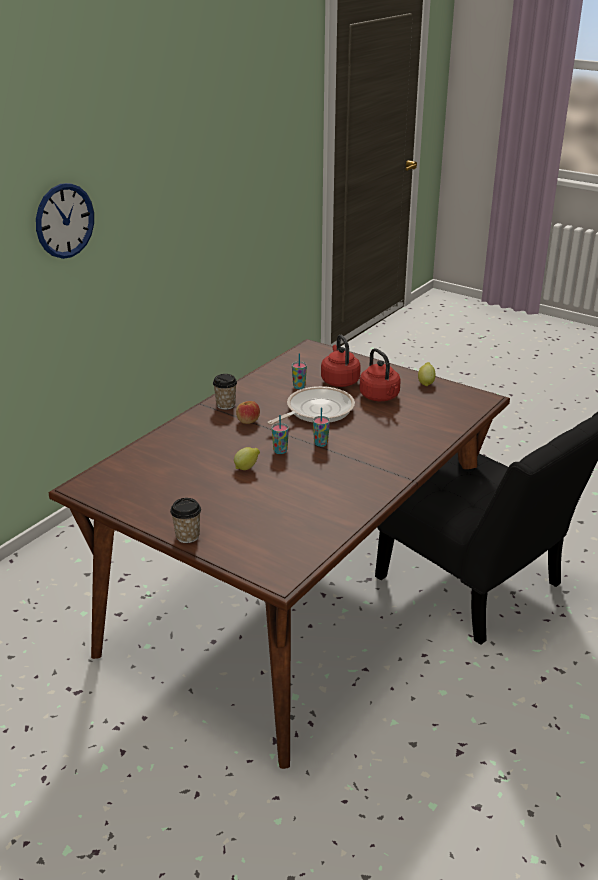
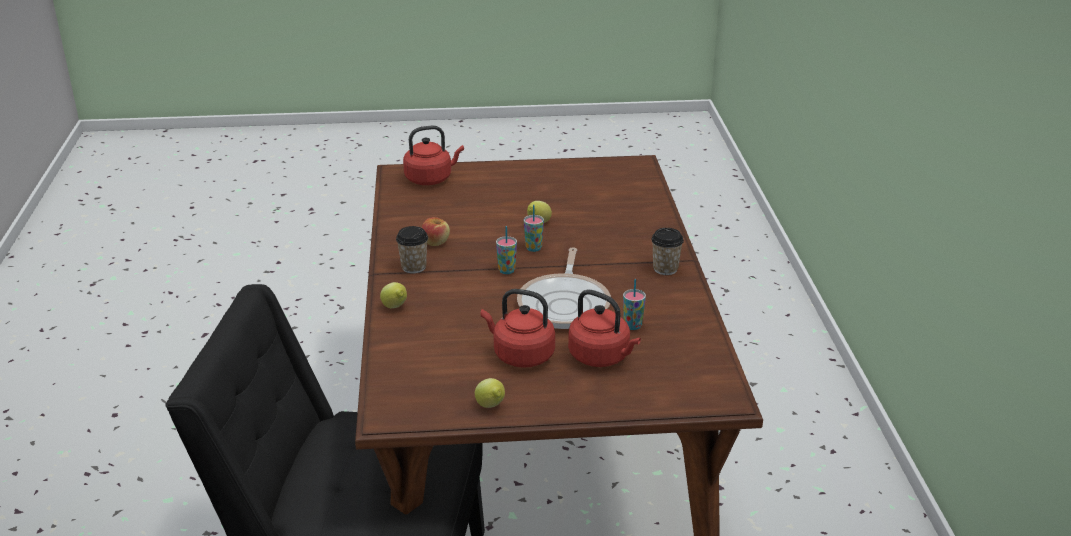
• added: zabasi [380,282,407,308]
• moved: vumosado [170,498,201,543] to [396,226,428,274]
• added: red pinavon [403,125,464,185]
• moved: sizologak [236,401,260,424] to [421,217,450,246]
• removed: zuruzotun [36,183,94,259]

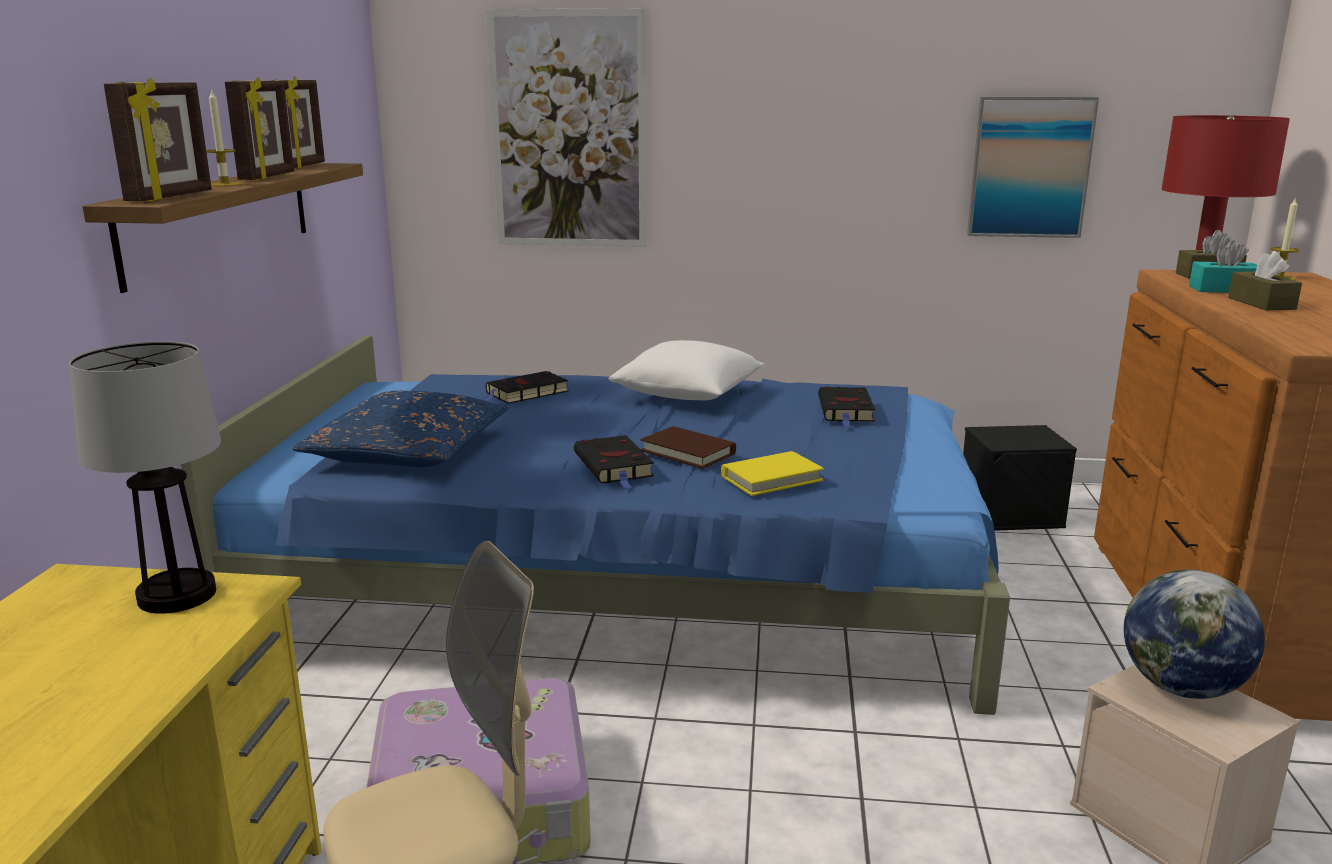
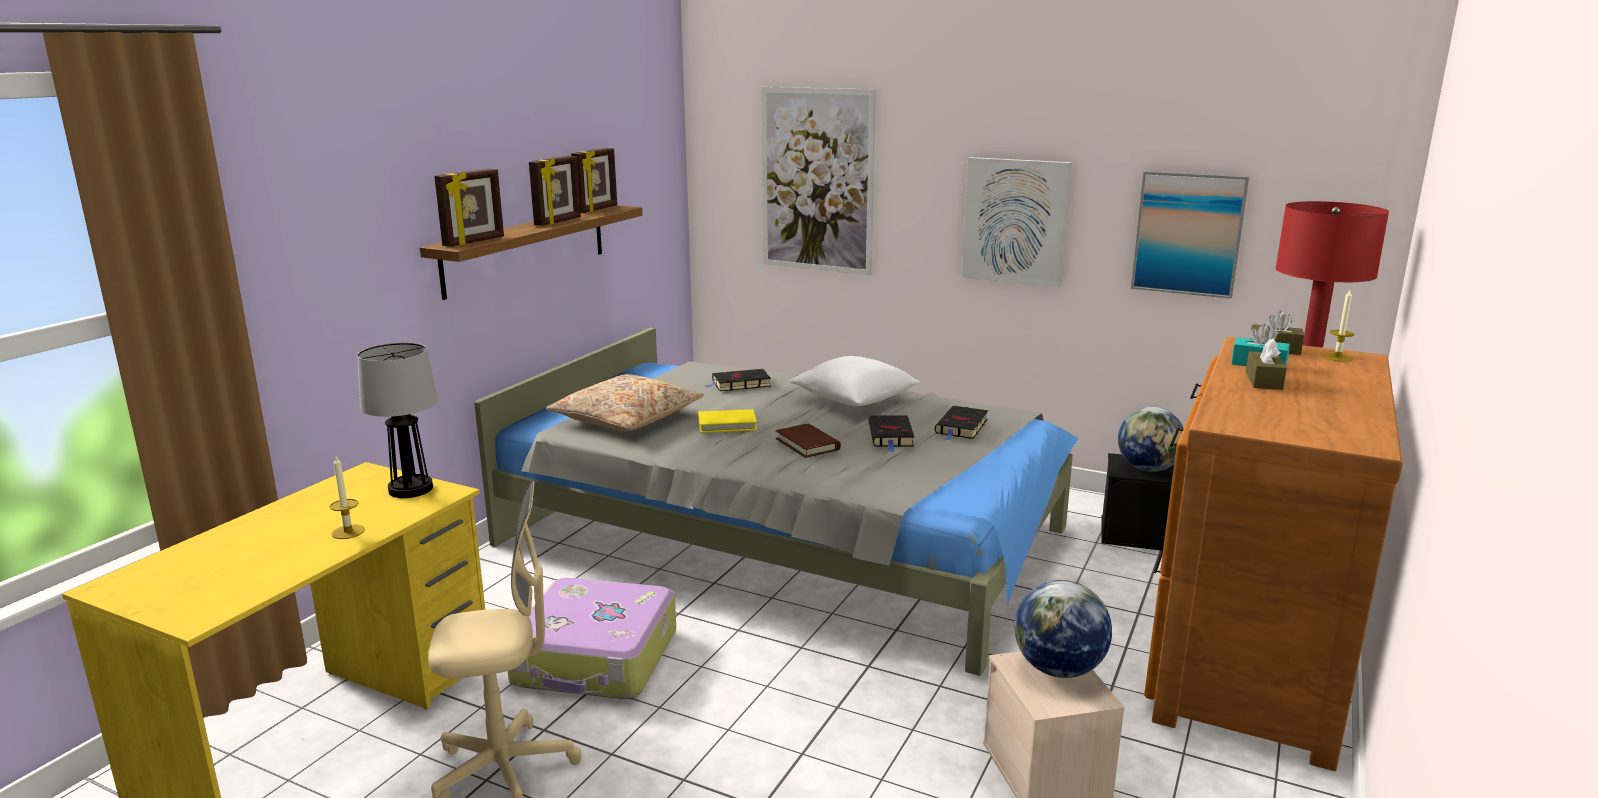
• moved: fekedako [206,88,243,187] to [330,456,365,539]
• recoloured: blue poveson [181,335,1010,715] to grey poveson [474,328,1079,676]
• recoloured: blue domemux [292,391,509,467] to beige domemux [546,374,704,431]
• moved: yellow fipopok [721,451,824,496] to [698,409,757,433]
• moved: black fipopok [574,435,654,488] to [869,415,914,452]
• added: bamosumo [962,157,1072,287]
• added: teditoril [1118,407,1184,472]

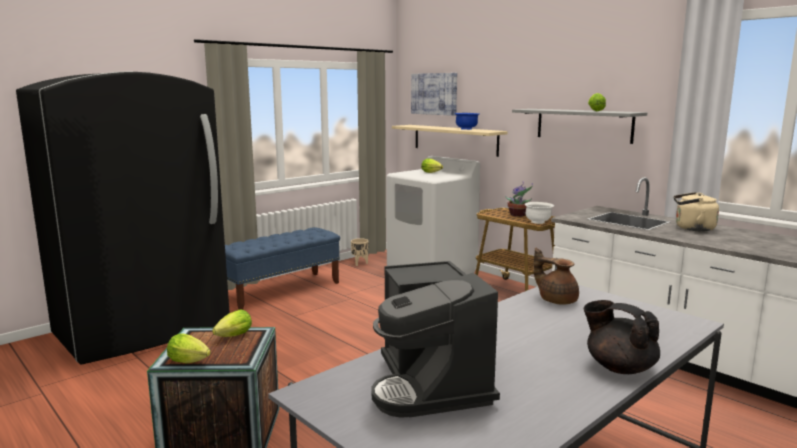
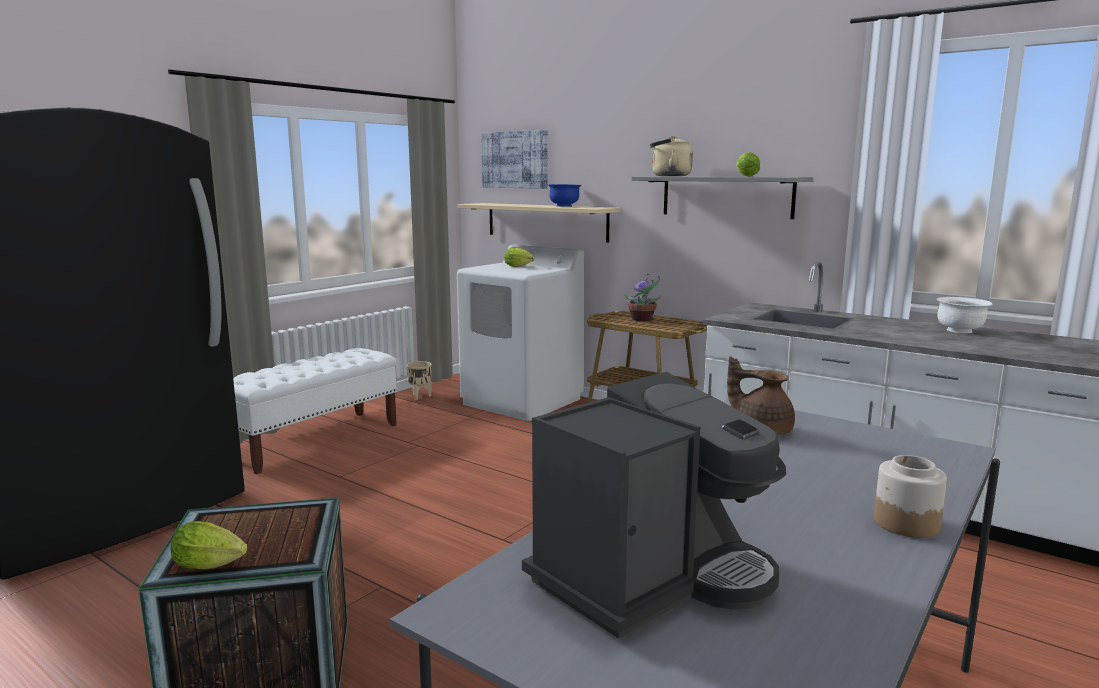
• recoloured: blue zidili [225,227,340,310] to white zidili [233,348,397,474]
• turned: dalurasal [371,261,500,418] = [522,372,786,639] 105 degrees counterclockwise
• moved: beige pinavon [673,192,719,231] to [650,136,693,176]
• replaced: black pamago [583,300,660,374] to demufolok [874,455,947,538]
• moved: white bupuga [525,202,554,224] to [936,297,992,333]
• removed: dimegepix [212,309,252,337]

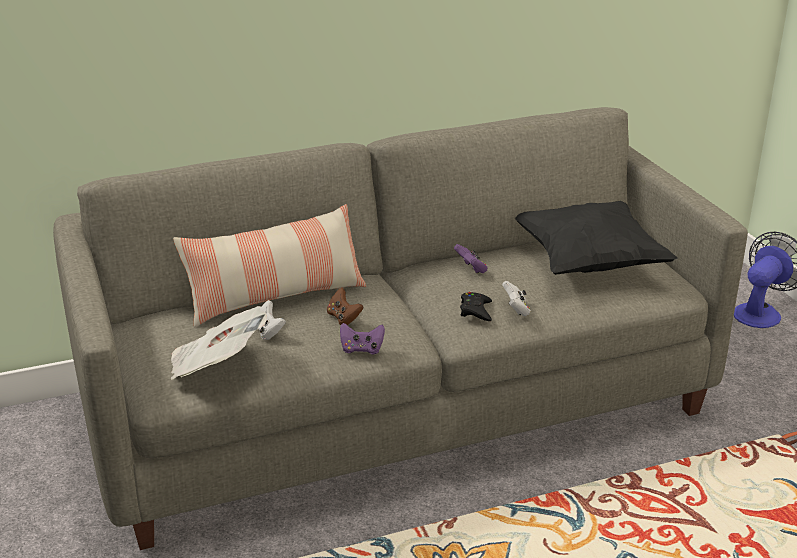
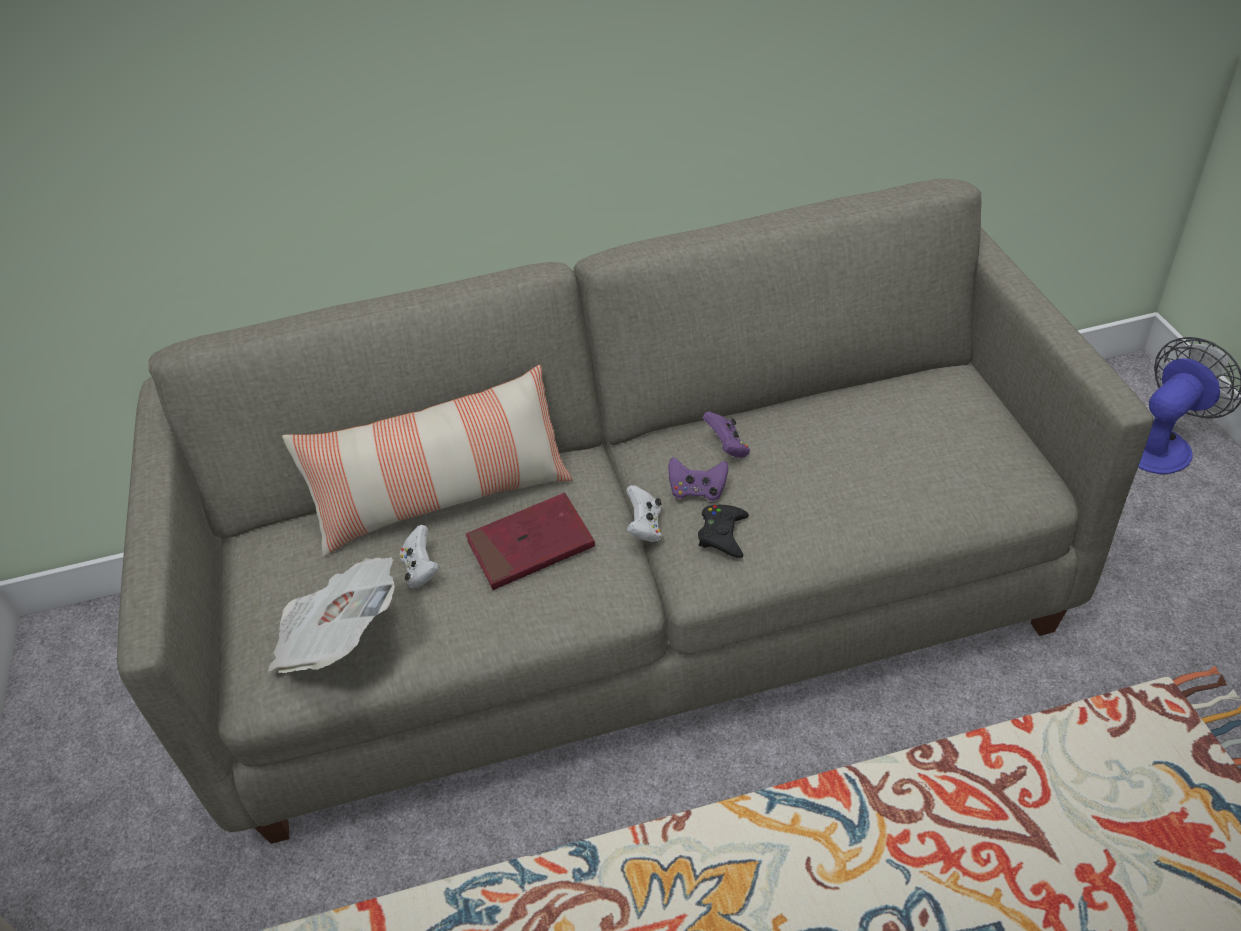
• replaced: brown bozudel [327,288,363,325] to red fipopok [466,493,595,590]
• moved: white bozudel [502,281,531,316] to [626,485,662,542]
• moved: purple bozudel [340,323,385,354] to [668,457,728,501]
• removed: black domemux [515,201,678,275]

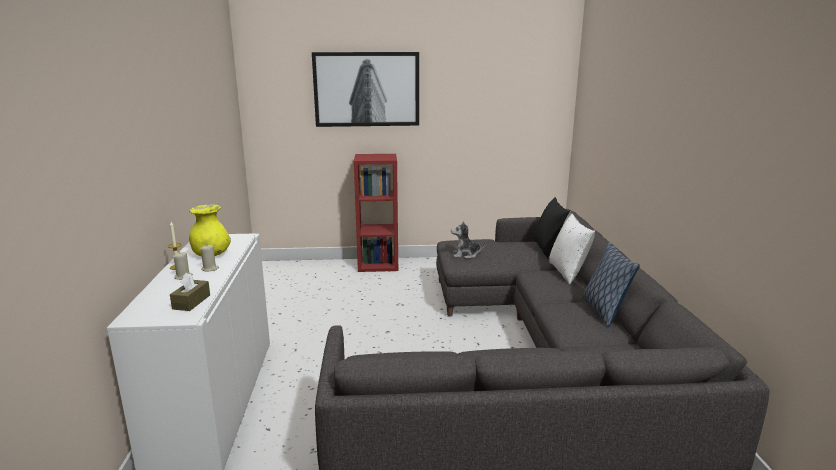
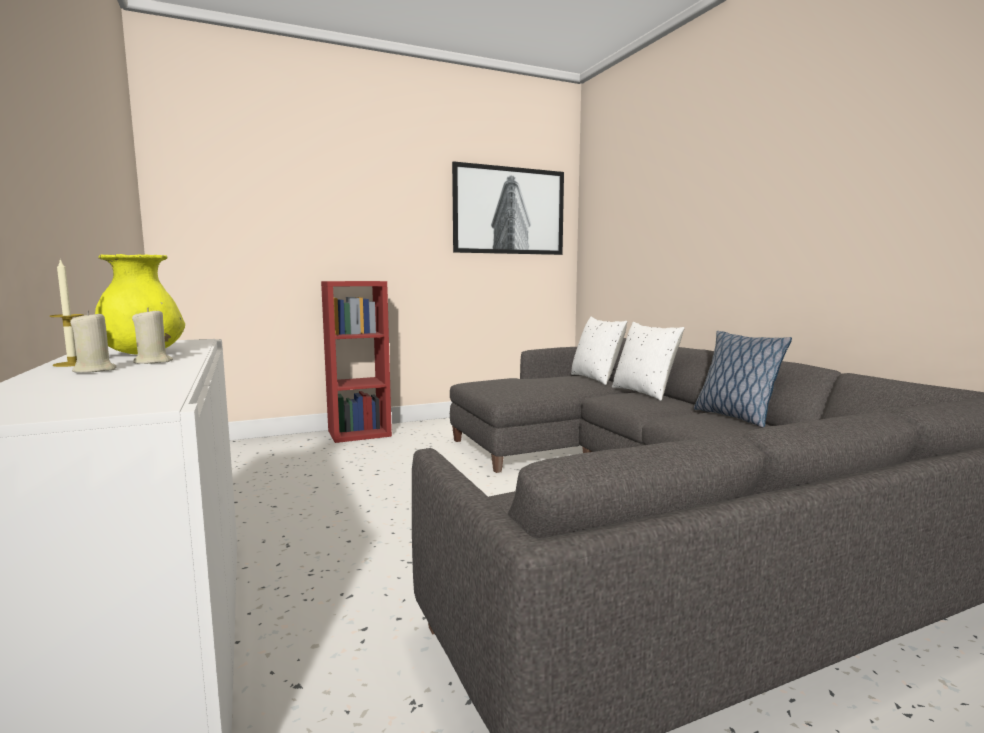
• moved: bamosumo [312,52,419,127] to [452,161,564,255]
• recoloured: black domemux [534,197,571,259] to white domemux [571,317,627,385]
• removed: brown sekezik [170,272,210,311]
• removed: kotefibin [451,221,485,259]

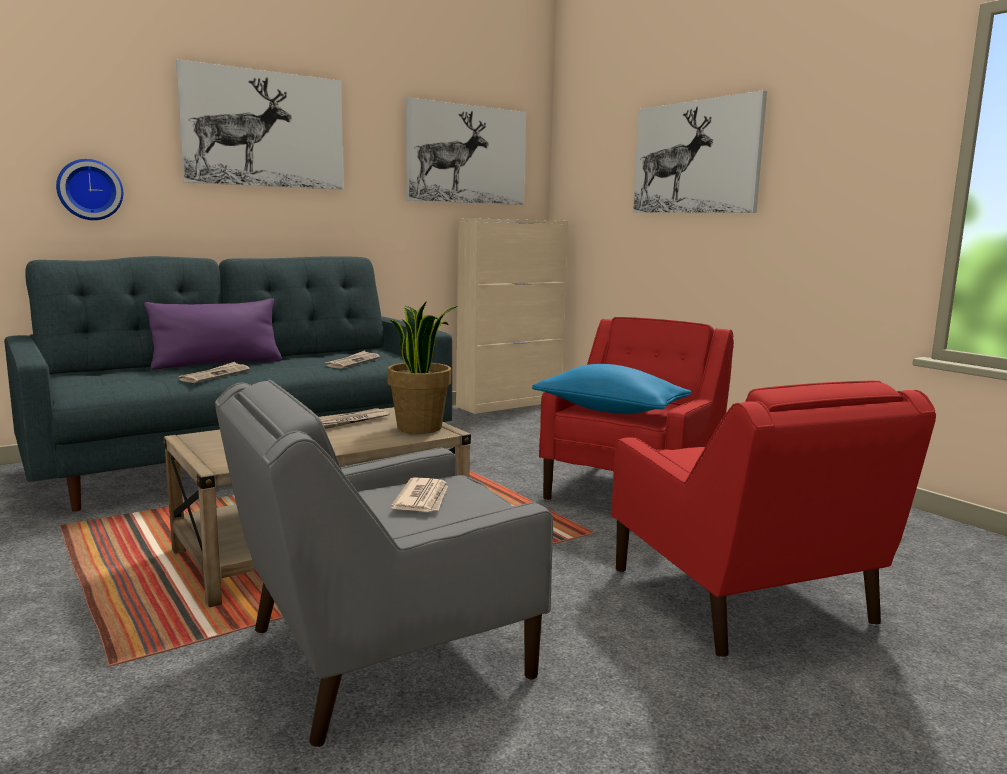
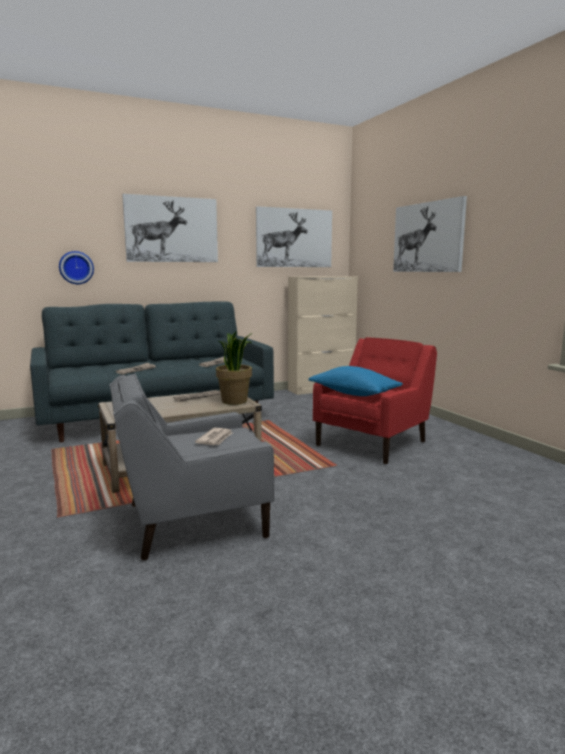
• removed: purple domemux [144,298,282,370]
• removed: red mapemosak [611,381,936,658]

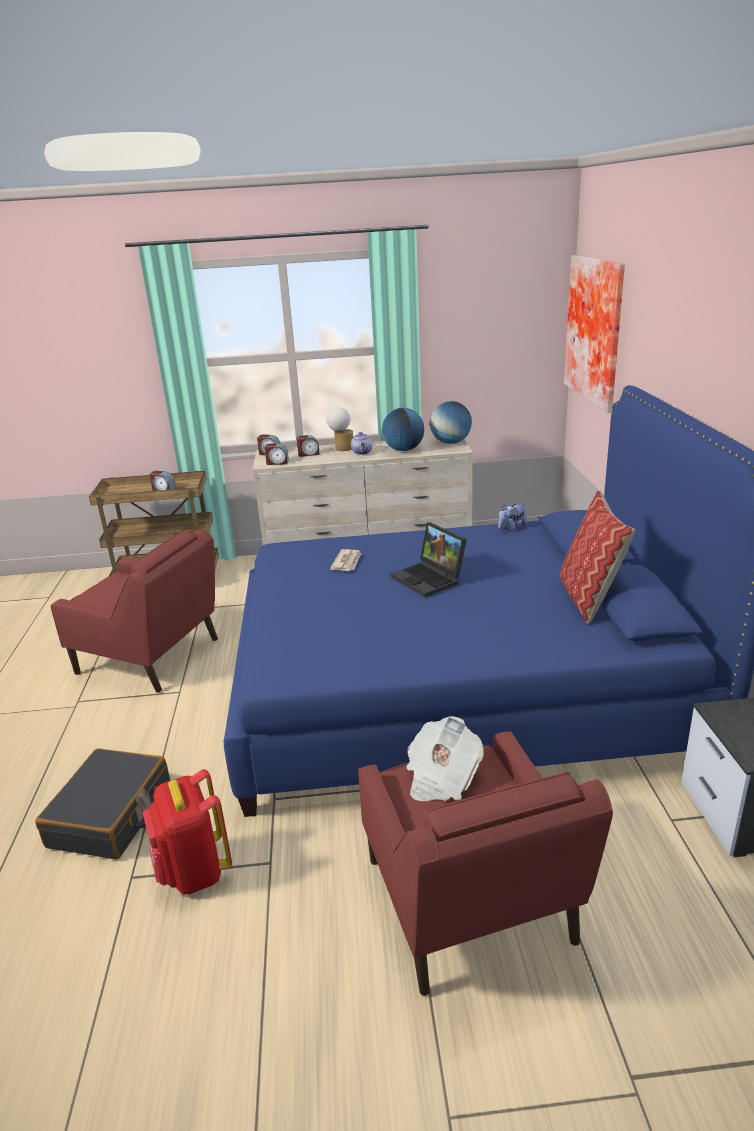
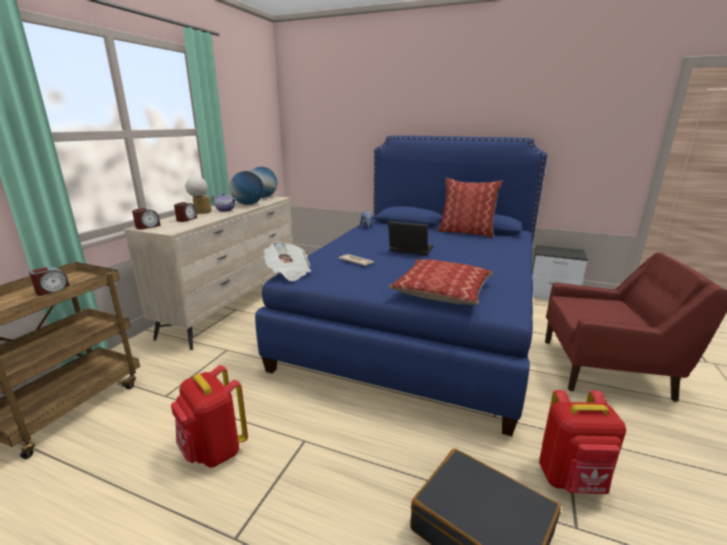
• replaced: red mapemosak [51,529,218,693] to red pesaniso [171,365,248,468]
• moved: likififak [406,716,484,801] to [264,241,311,281]
• turned: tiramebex [391,522,467,597] = [388,221,433,255] 150 degrees counterclockwise
• added: domemux [389,259,494,305]
• removed: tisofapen [264,443,289,465]
• removed: bamosumo [564,255,625,413]

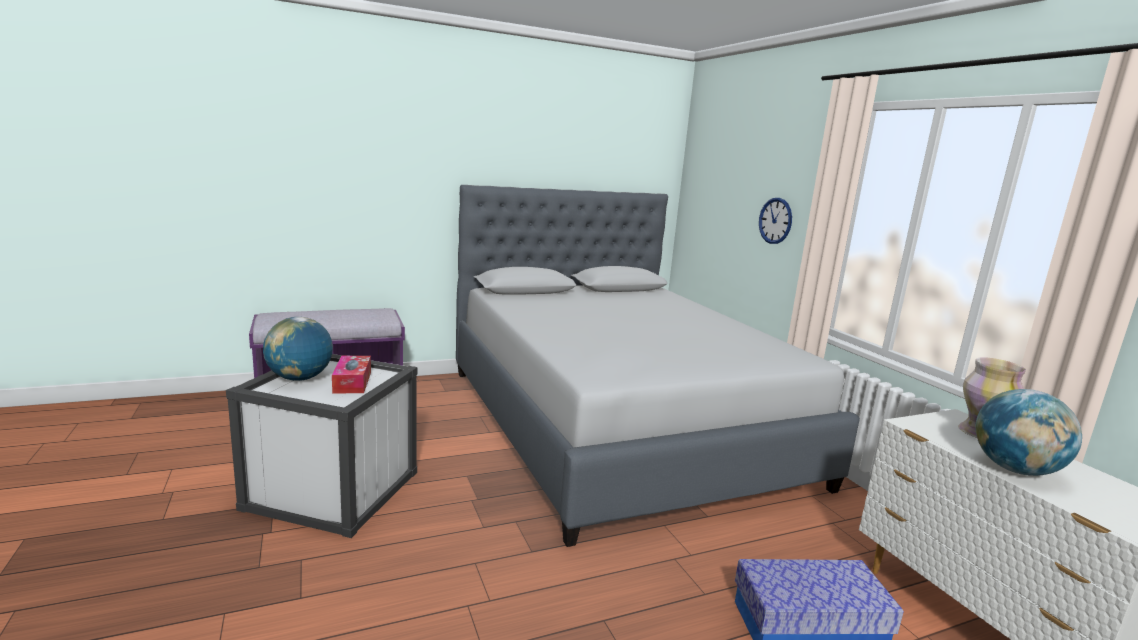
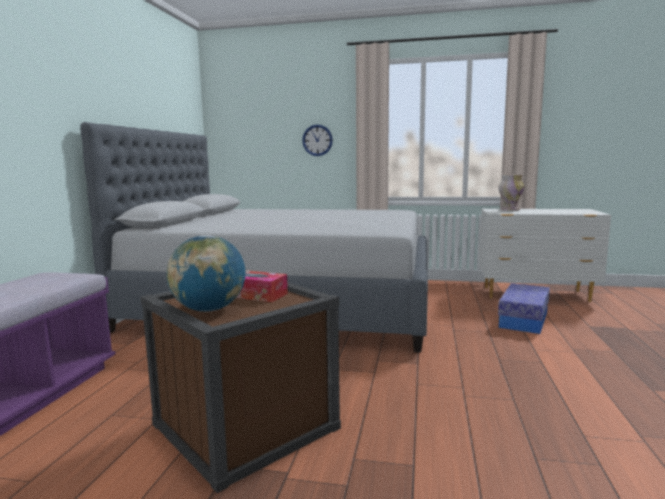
• recoloured: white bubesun [226,354,417,538] to brown bubesun [140,282,341,493]
• removed: teditoril [975,389,1082,476]

